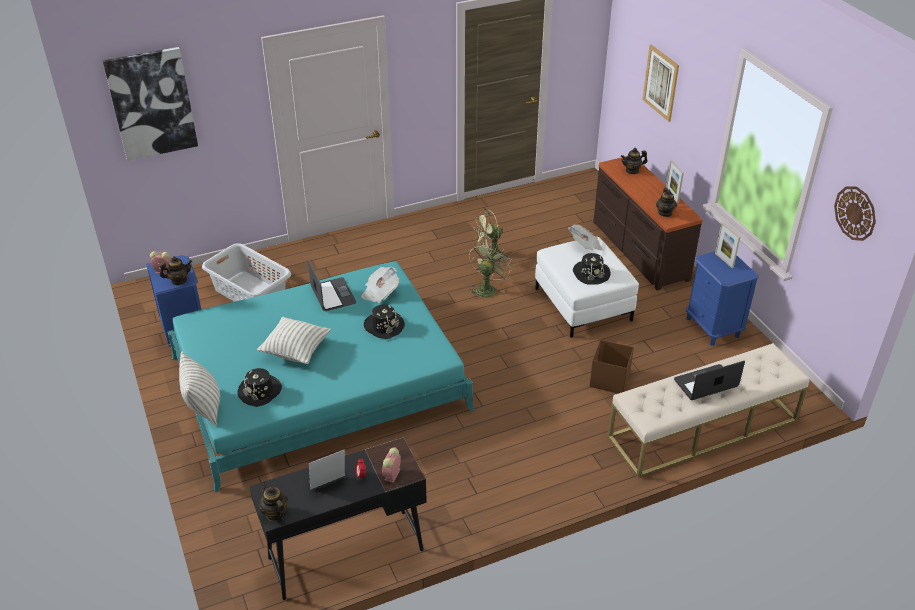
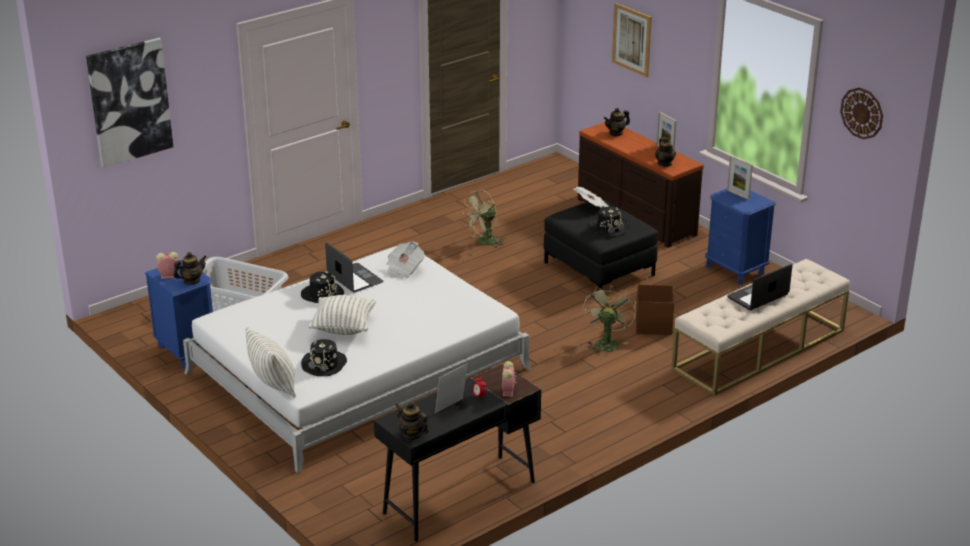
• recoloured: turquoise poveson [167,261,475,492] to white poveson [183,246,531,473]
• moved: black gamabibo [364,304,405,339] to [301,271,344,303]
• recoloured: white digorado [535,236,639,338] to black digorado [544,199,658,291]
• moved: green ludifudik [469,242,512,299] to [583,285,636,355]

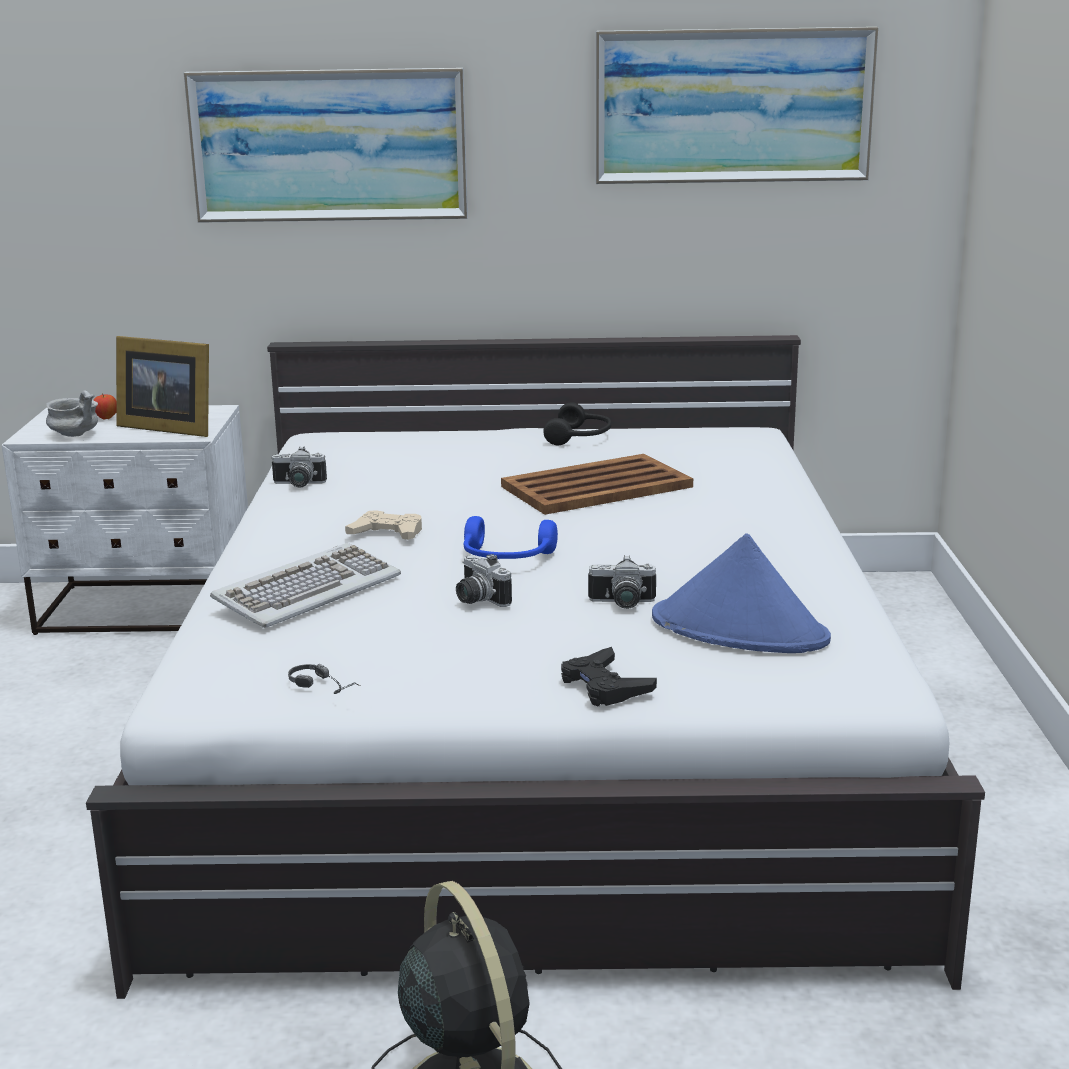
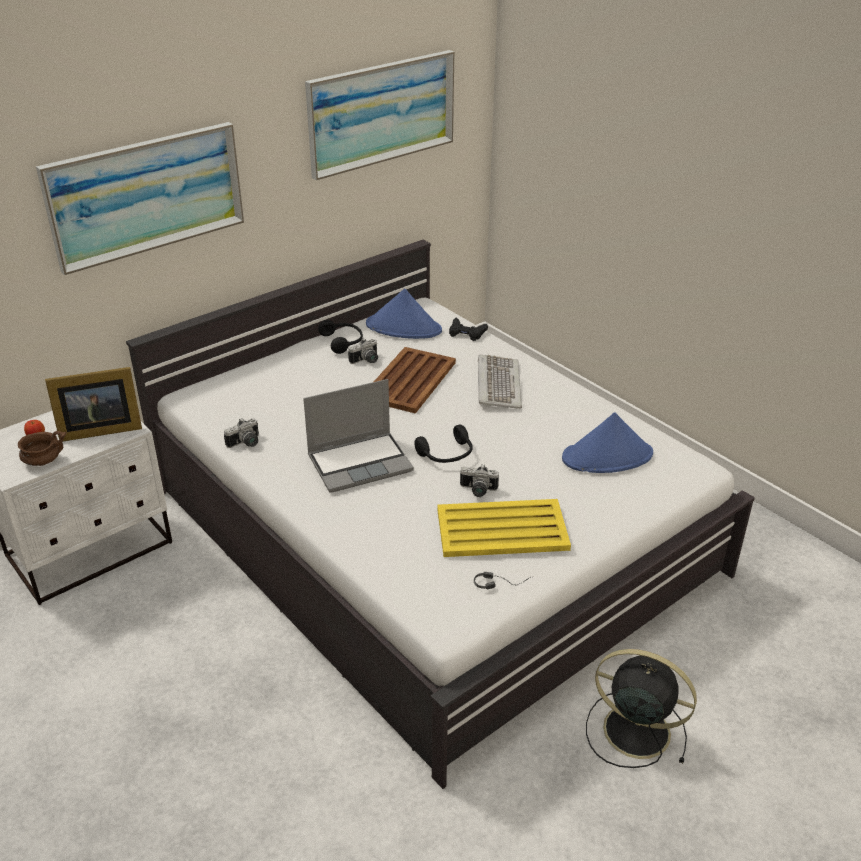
• recoloured: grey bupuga [46,390,98,437] to brown bupuga [18,431,67,466]
• replaced: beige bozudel [345,510,422,540] to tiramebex [303,379,414,493]
• moved: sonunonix [588,555,656,609] to [348,338,378,364]
• added: blue gamabibo [366,289,442,339]
• recoloured: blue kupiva [464,516,558,559] to black kupiva [414,425,473,463]
• added: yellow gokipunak [437,499,571,557]
• moved: black bozudel [561,647,657,706] to [449,318,488,341]
• moved: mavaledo [210,543,401,628] to [478,355,522,409]

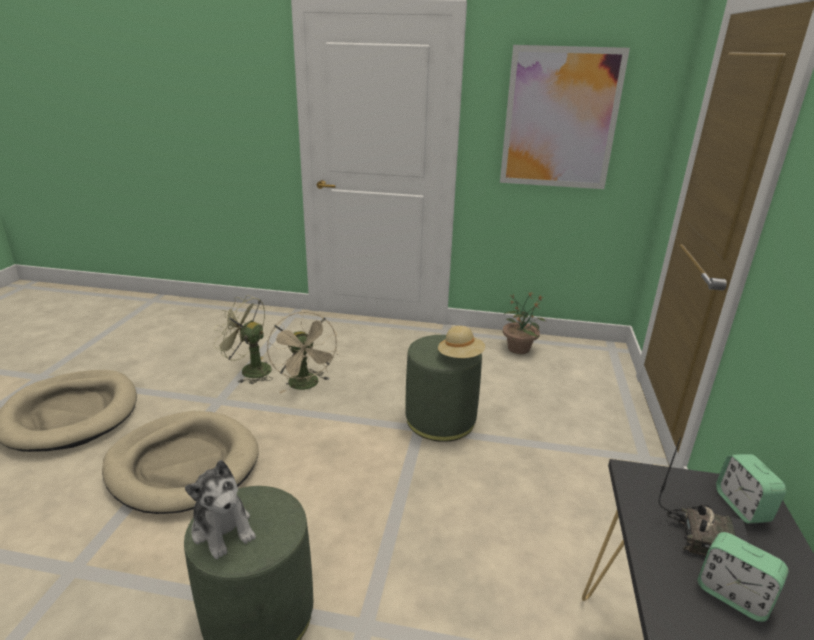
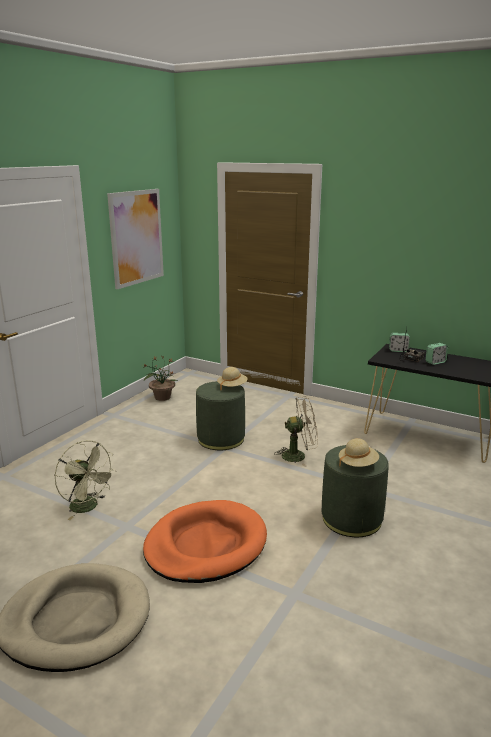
• turned: green ludifudik [214,295,273,384] = [55,440,117,520] 90 degrees counterclockwise
• recoloured: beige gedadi [102,411,259,514] to orange gedadi [143,500,267,583]
• moved: beige ludifudik [267,312,338,393] to [274,396,318,467]
• replaced: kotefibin [185,460,256,559] to beige gamabibo [339,438,379,467]

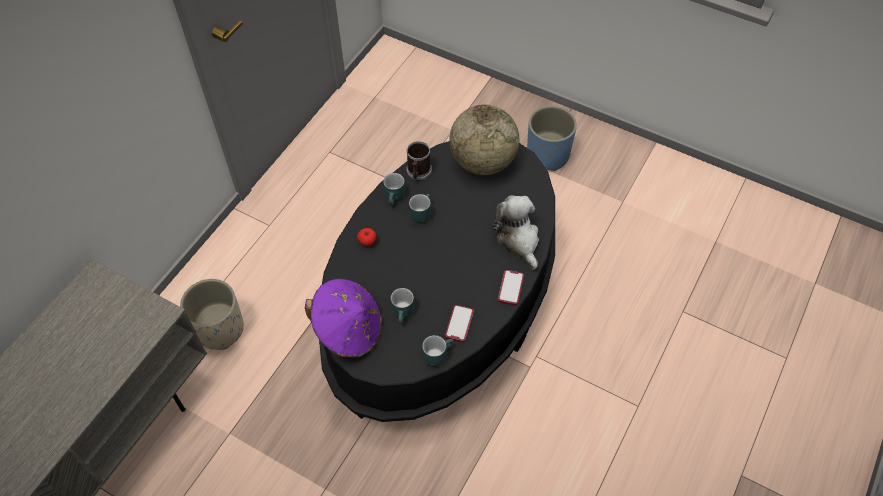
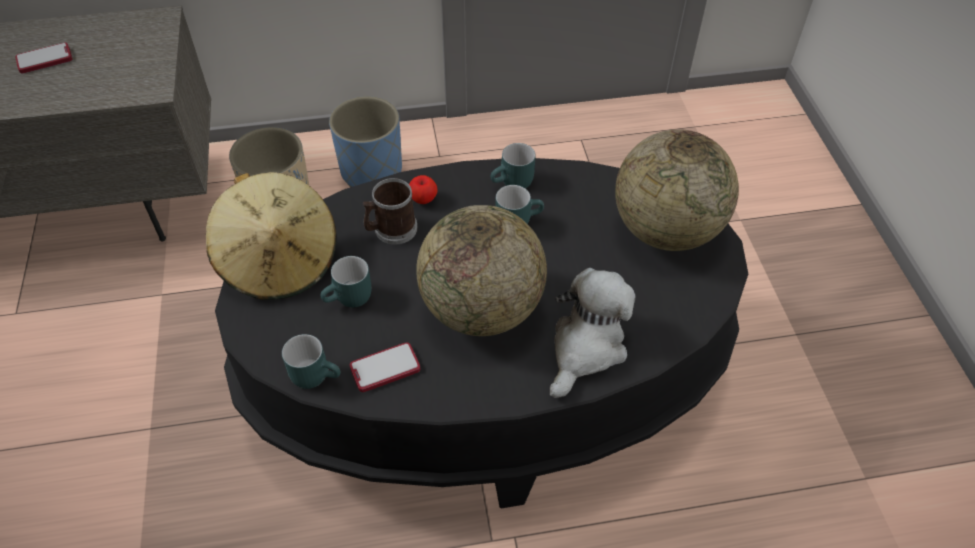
• moved: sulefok [498,270,524,306] to [15,43,72,74]
• recoloured: purple gamabibo [305,279,382,358] to beige gamabibo [206,172,337,300]
• moved: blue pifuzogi [527,106,577,171] to [329,96,402,187]
• moved: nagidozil [406,141,432,180] to [363,178,418,245]
• added: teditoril [416,205,547,336]

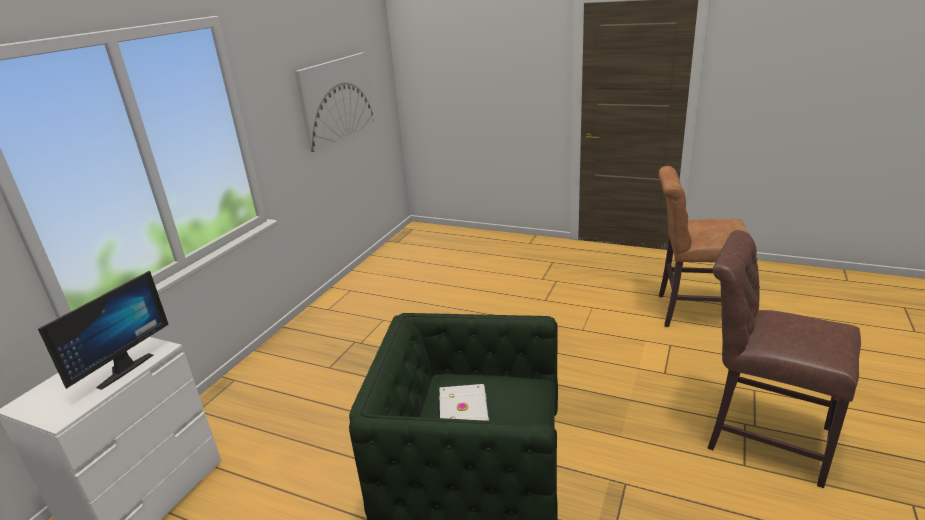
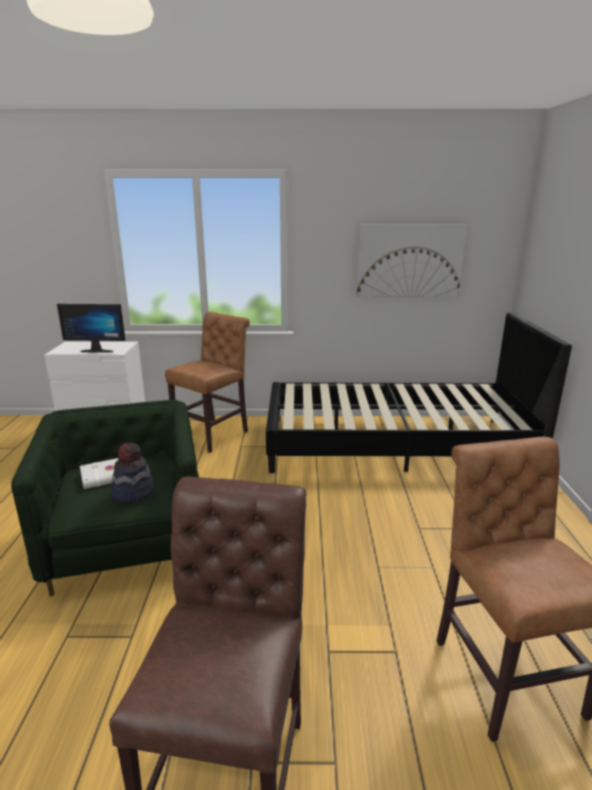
• added: gamabibo [111,443,155,503]
• added: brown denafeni [165,312,250,453]
• added: black poveson [266,312,572,473]

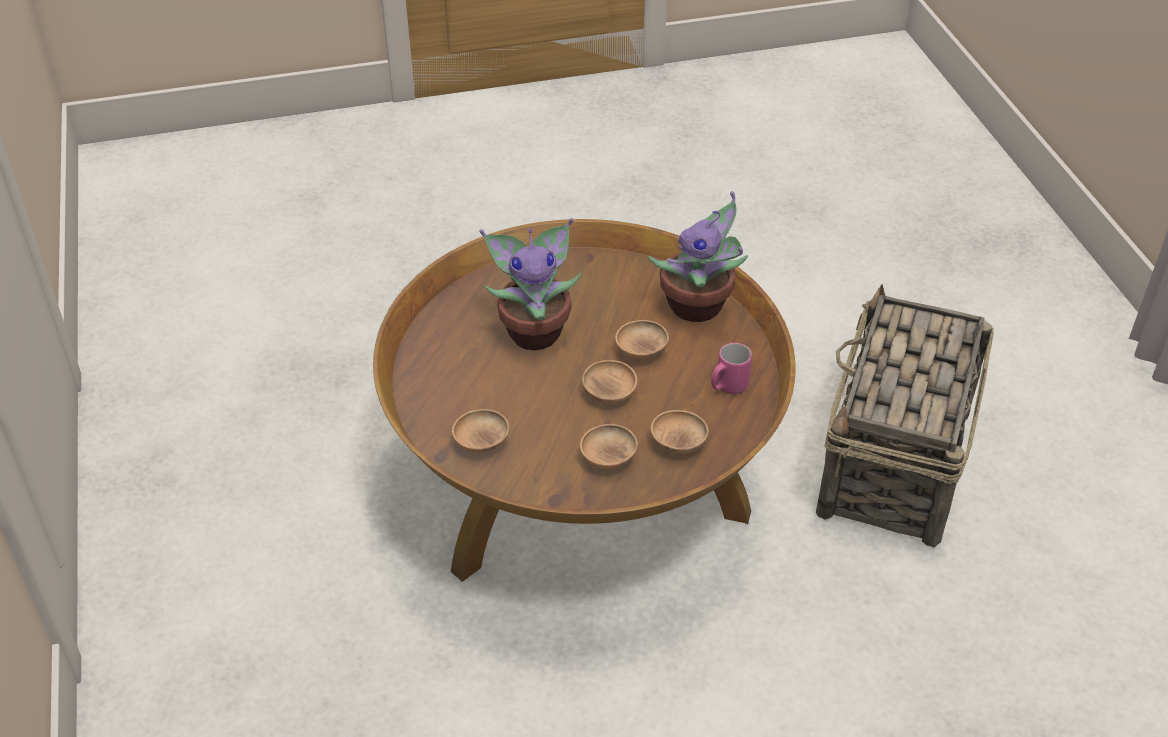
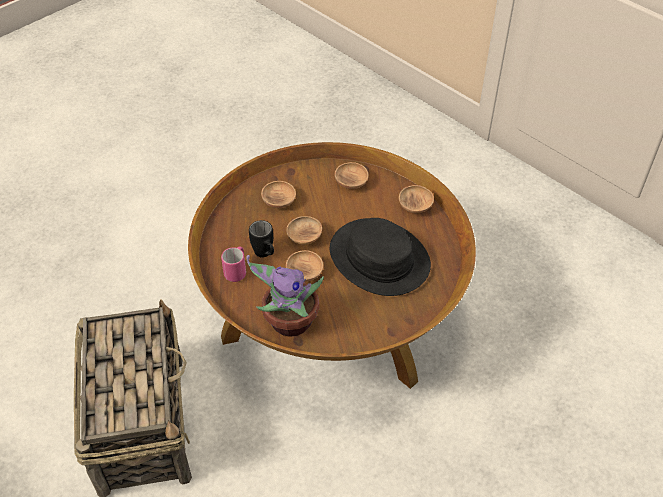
• added: black nagidozil [249,220,274,257]
• replaced: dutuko [479,218,581,350] to black gamabibo [330,218,431,296]
• moved: brown bupuga [651,410,709,454] to [399,185,434,213]

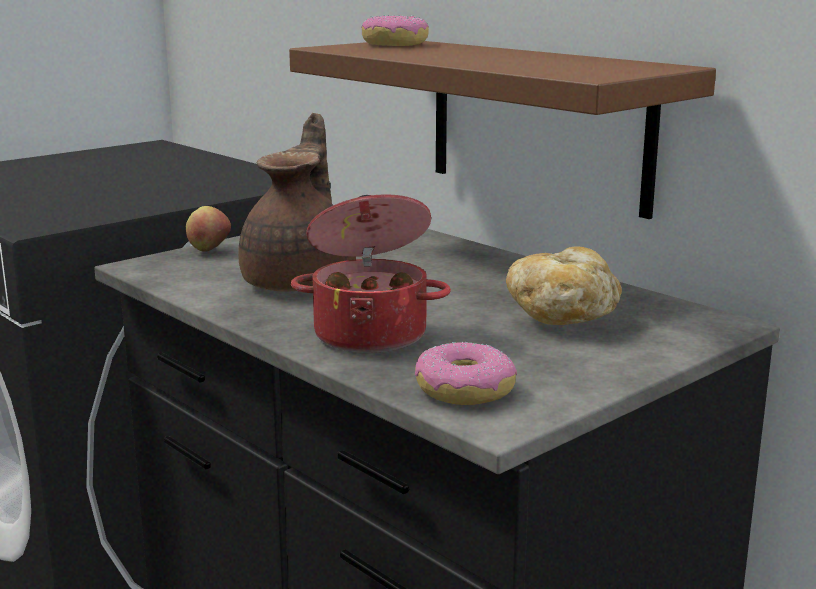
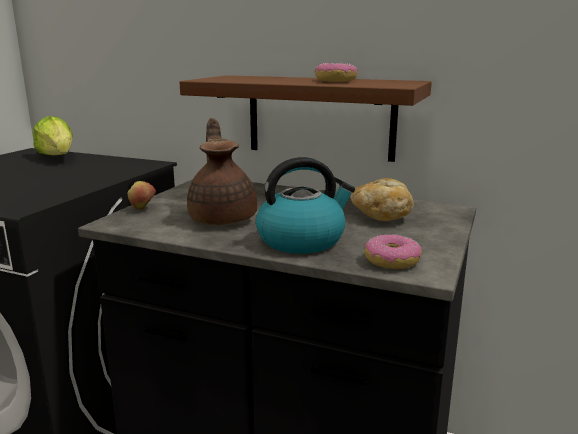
• added: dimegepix [33,116,73,155]
• replaced: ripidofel [291,194,451,353] to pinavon [256,157,355,254]
• moved: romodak [362,15,429,46] to [314,63,357,82]

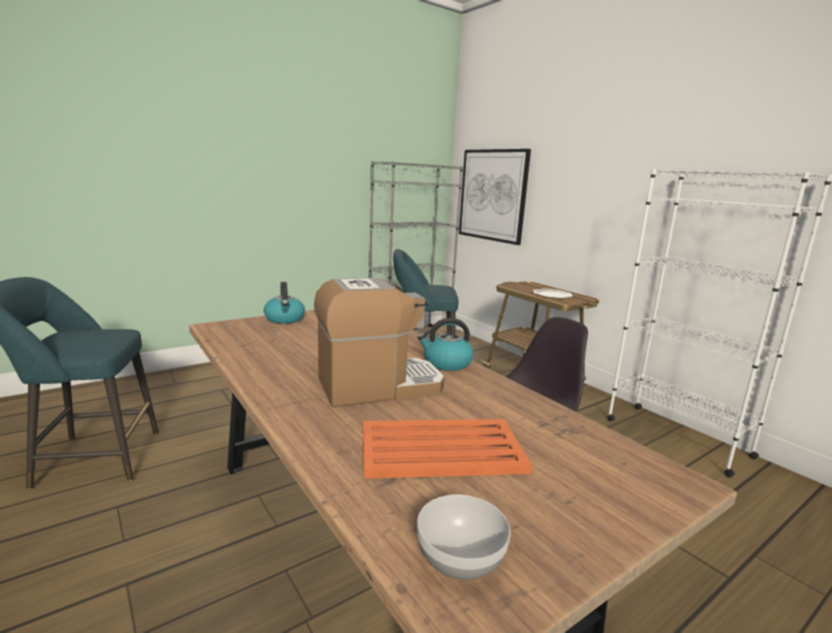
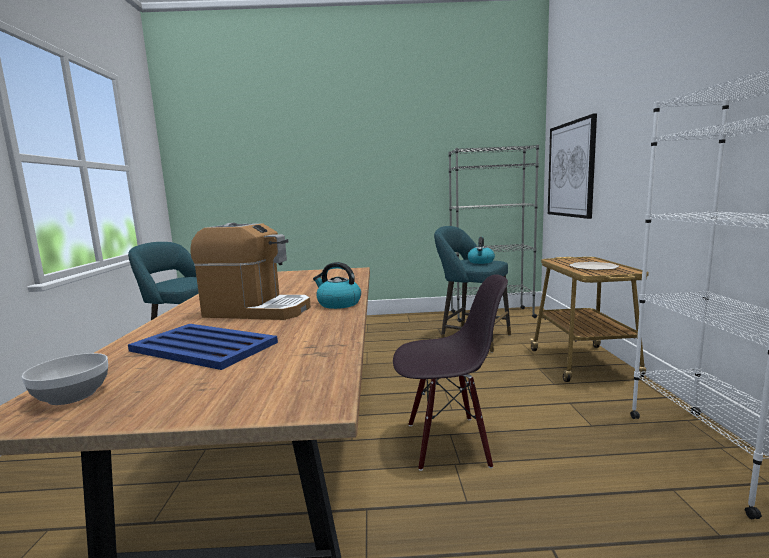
• recoloured: orange gokipunak [363,419,532,479] to blue gokipunak [128,324,278,370]
• moved: pinavon [264,282,305,324] to [468,237,495,264]

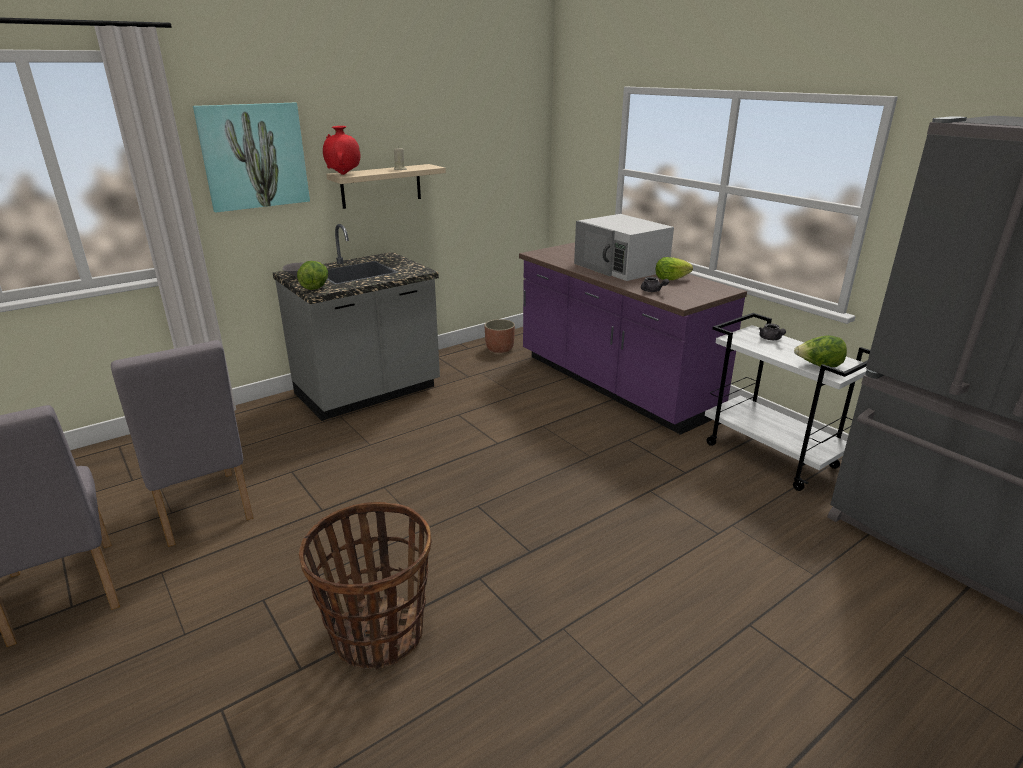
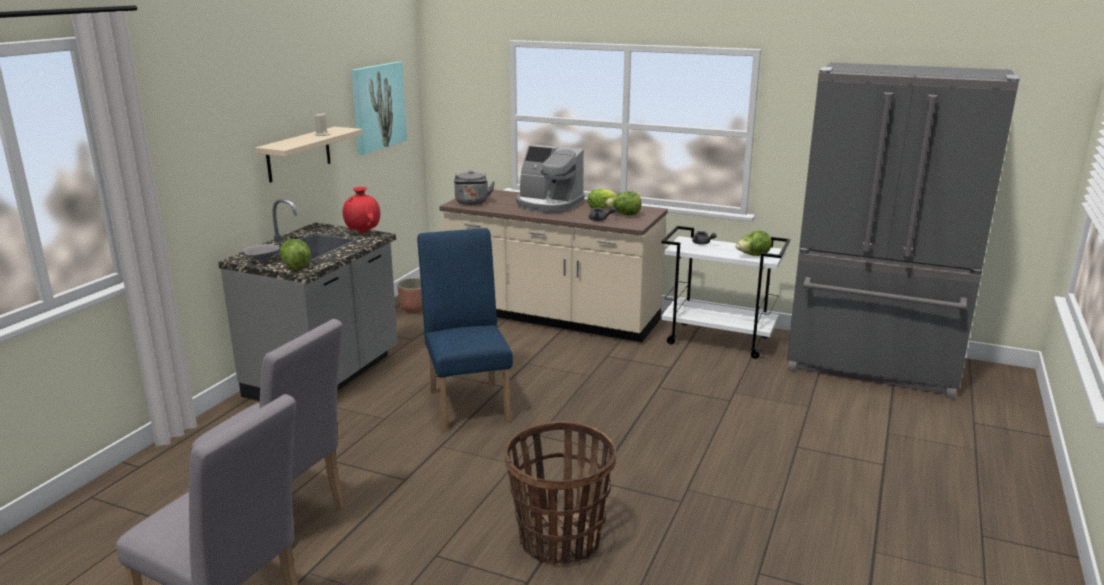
• moved: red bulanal [323,126,360,175] to [343,187,380,234]
• moved: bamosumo [193,103,310,213] to [351,61,407,155]
• added: blue denafeni [417,228,513,431]
• recoloured: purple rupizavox [519,242,747,435] to beige rupizavox [439,189,668,342]
• added: grey pinavon [454,171,495,205]
• replaced: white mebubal [574,214,674,281] to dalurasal [516,145,585,213]
• added: dimegepix [605,191,641,215]

